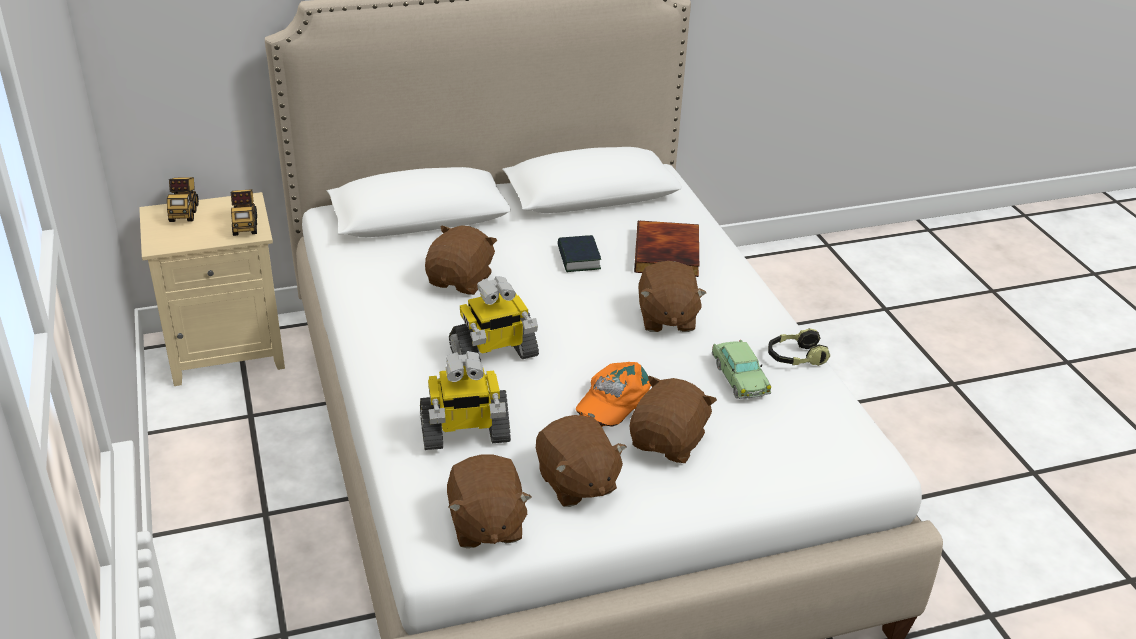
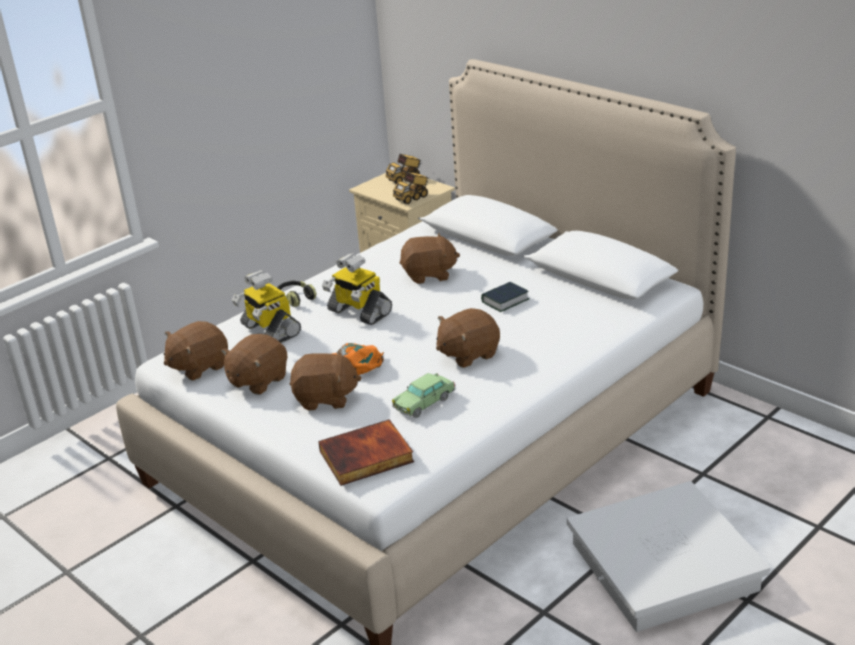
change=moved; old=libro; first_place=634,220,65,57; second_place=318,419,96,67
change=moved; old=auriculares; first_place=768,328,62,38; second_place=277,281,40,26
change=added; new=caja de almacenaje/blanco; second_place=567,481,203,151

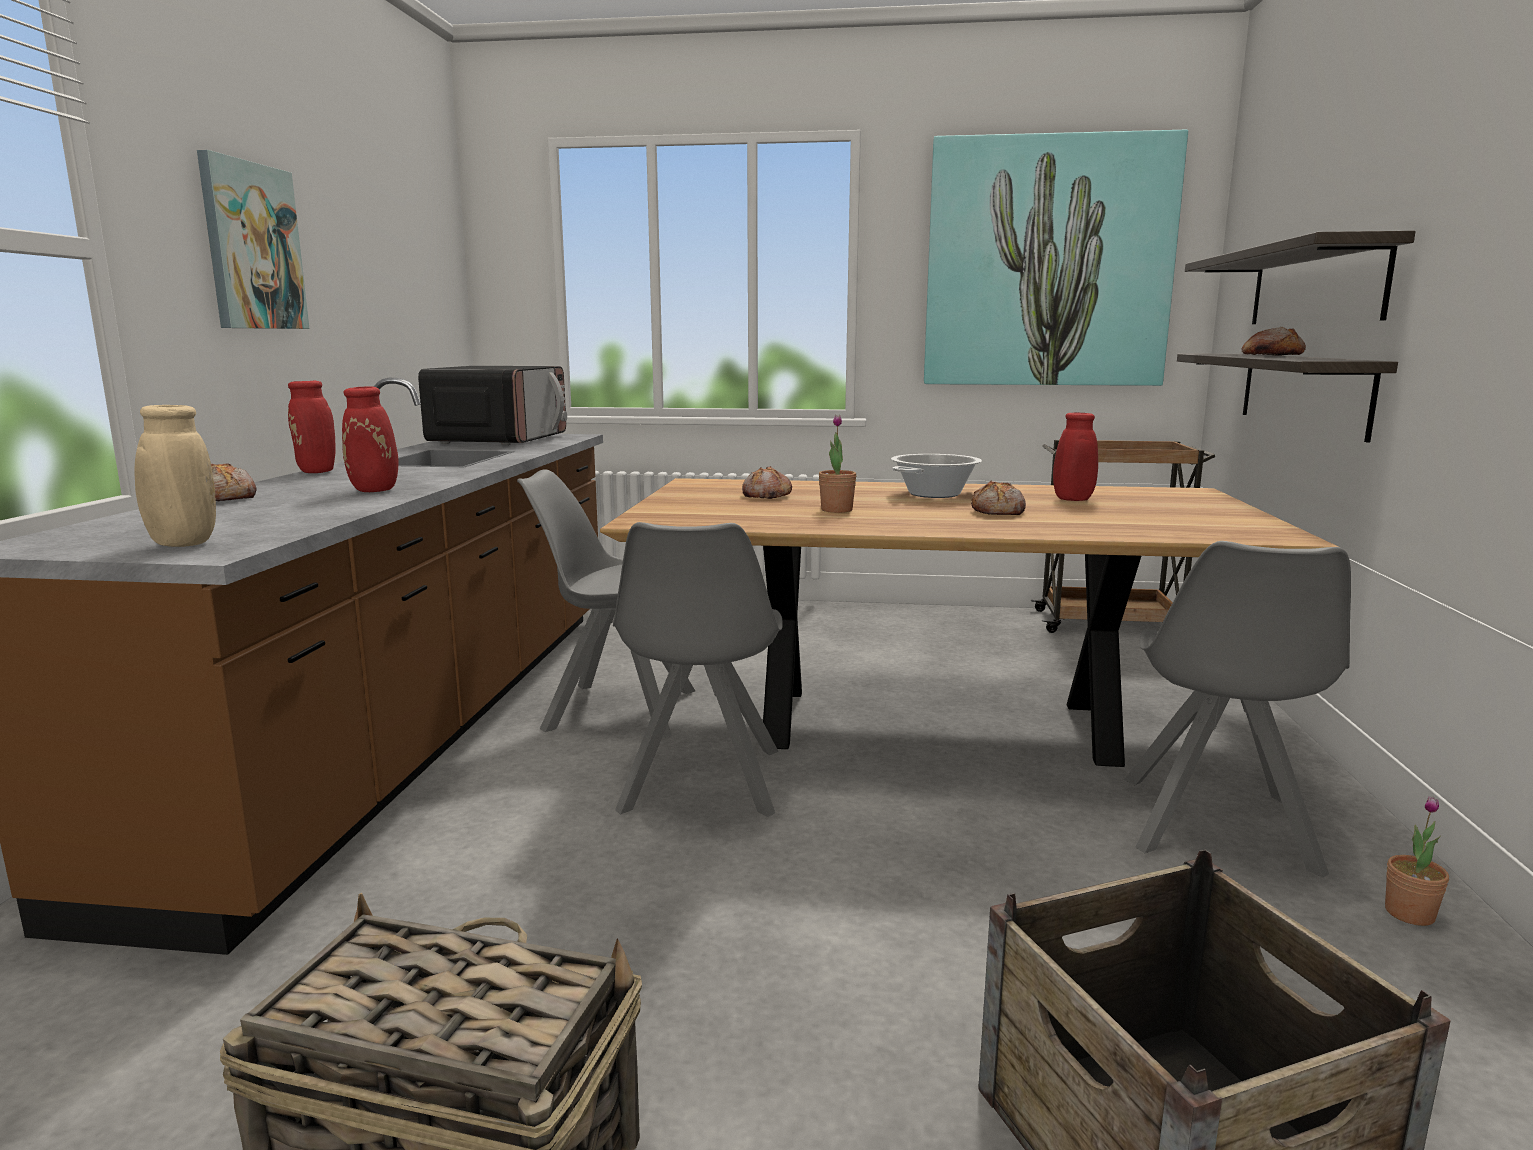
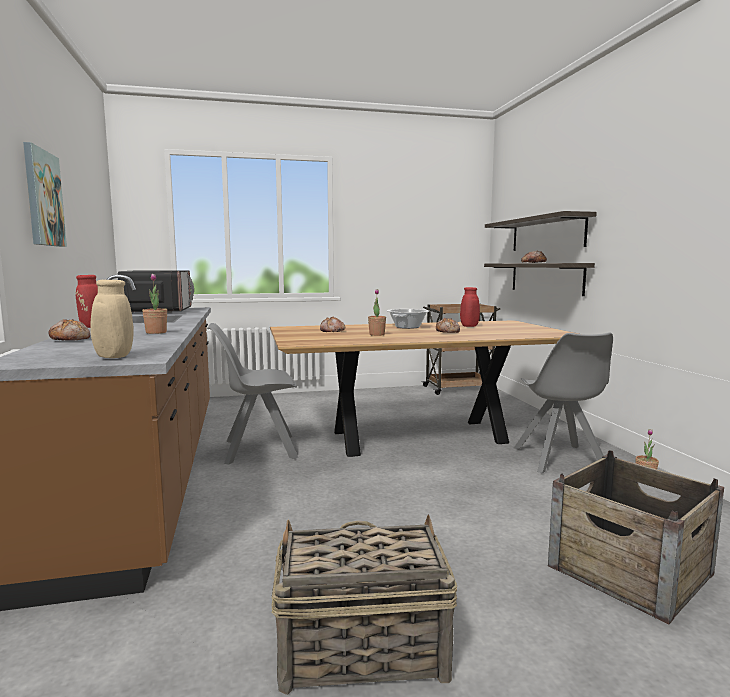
change=removed; old=cuadro; first_place=924,130,264,256
change=replaced; old=florero/rojo; new=planta en maceta; first_place=342,380,86,112; second_place=142,274,25,60
change=removed; old=silla/gris; first_place=613,522,170,295

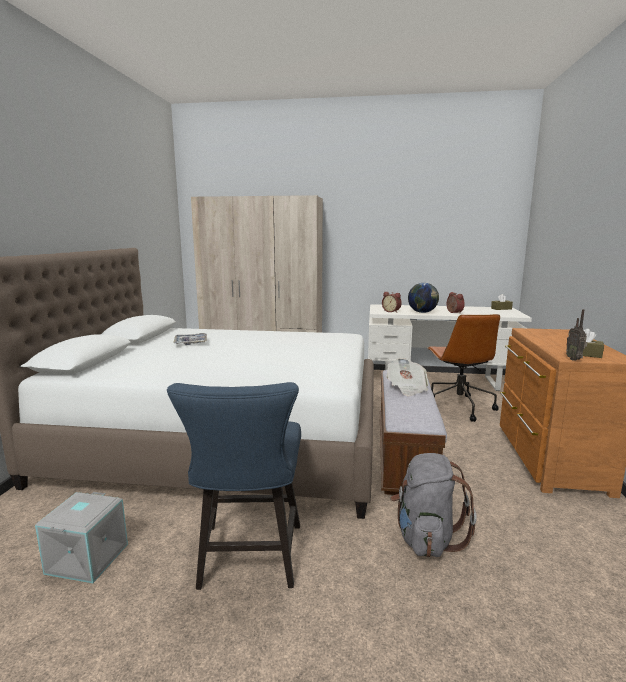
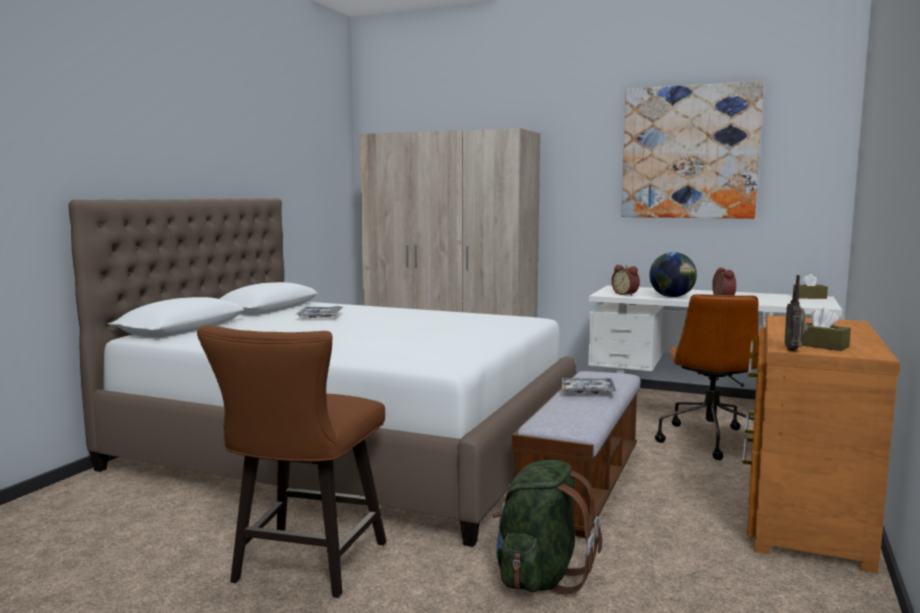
change=replaced; old=periódico; new=bandeja; first_place=386,358,42,38; second_place=562,378,54,16
change=recoloured; old=silla/azul; new=silla/marrón; first_place=167,382,134,208; second_place=197,325,189,273
change=recoloured; old=mochila/gris; new=mochila/verde; first_place=390,453,87,104; second_place=493,460,109,135
change=removed; old=caja de almacenaje/gris; first_place=35,492,93,91
change=added; new=cuadro; second_place=621,81,143,138

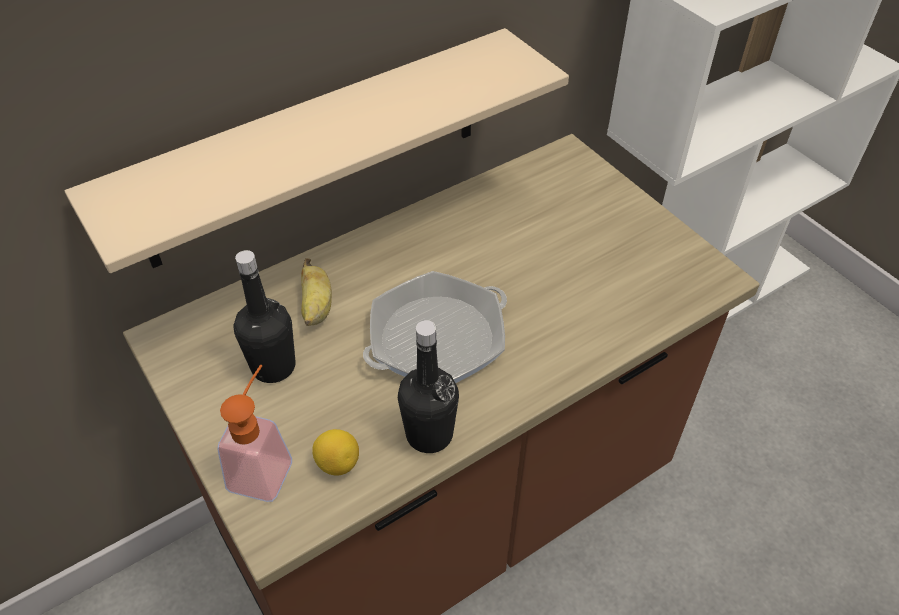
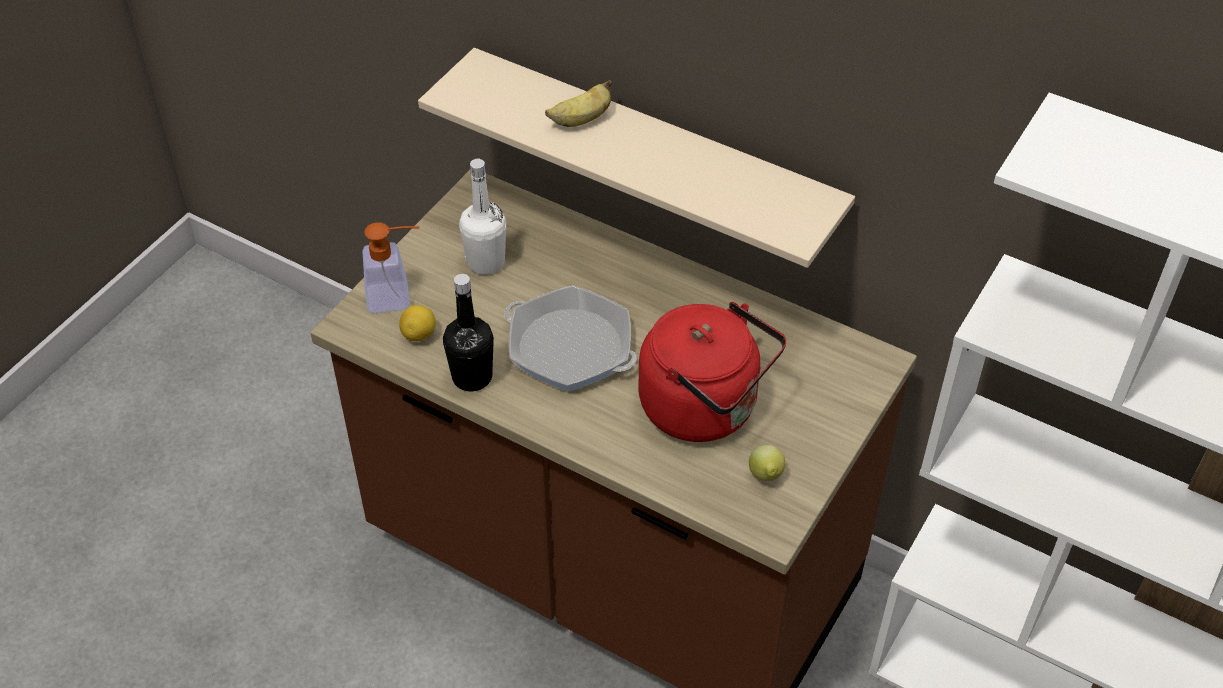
change=recoloured; old=botella/negro; new=botella/blanco; first_place=233,250,63,133; second_place=459,159,47,116
change=moved; old=plátano; first_place=301,258,31,68; second_place=545,80,67,47
change=added; new=hervidor/rojo; second_place=638,302,148,140
change=added; new=limón; second_place=749,445,36,36

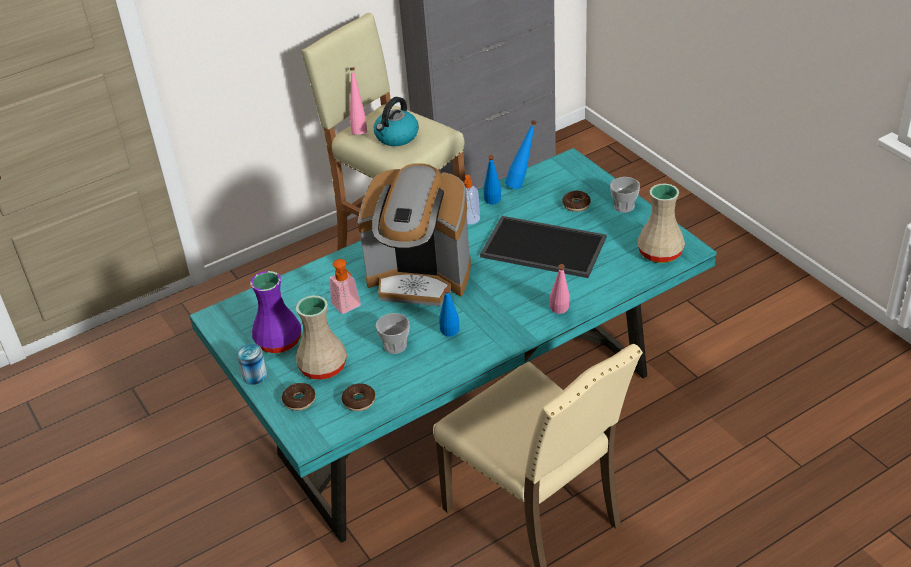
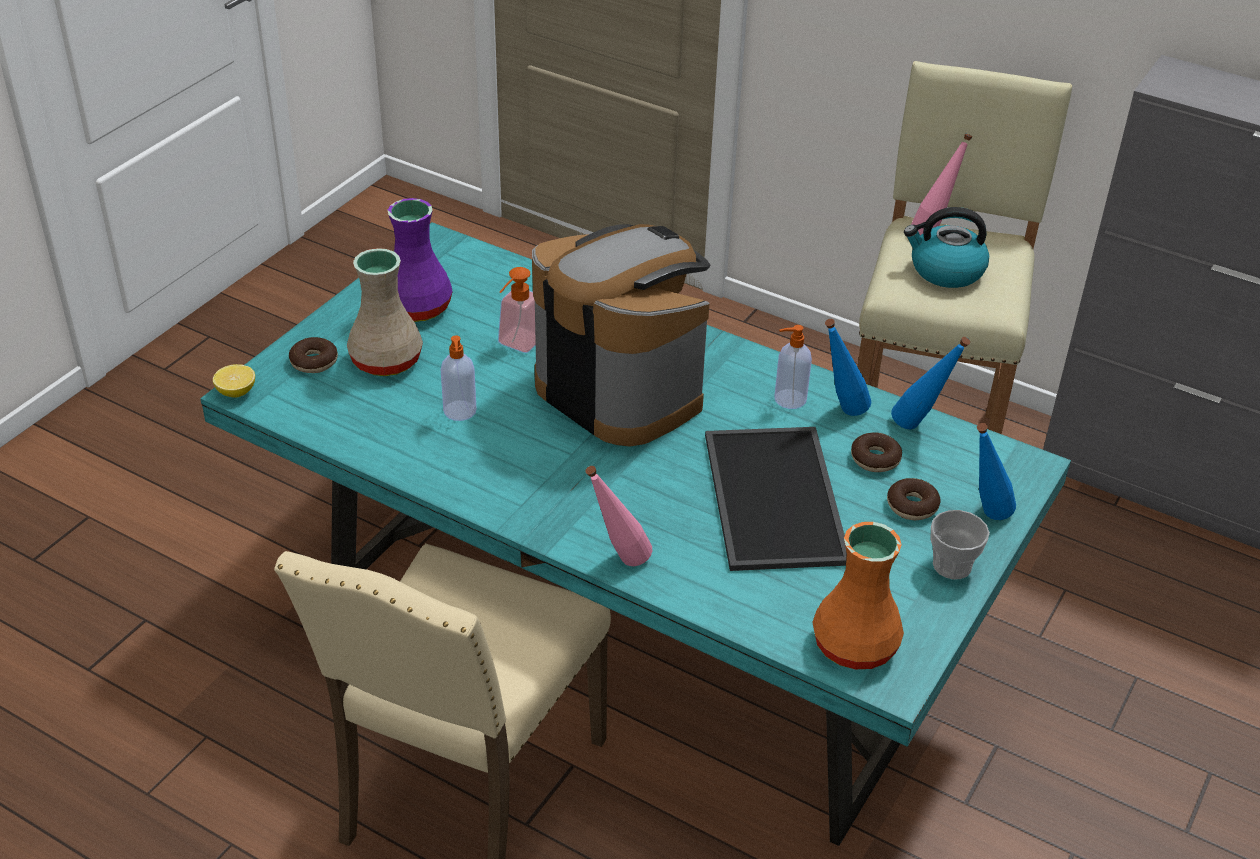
change=turned; old=cafetera; first_place=358,163,113,143; second_place=532,224,178,222; degrees=150
change=recoloured; old=florero/beis; new=florero/naranja; first_place=637,184,48,79; second_place=812,522,92,147
change=moved; old=botella/azul; first_place=439,287,20,50; second_place=977,423,39,97
change=replaced; old=taza; new=dispensador de jabón; first_place=376,313,34,41; second_place=441,335,36,86
change=removed; old=lata; first_place=237,343,30,42
change=moved; old=rosquilla; first_place=342,383,33,28; second_place=851,433,51,39
change=added; new=limón; second_place=213,364,42,34

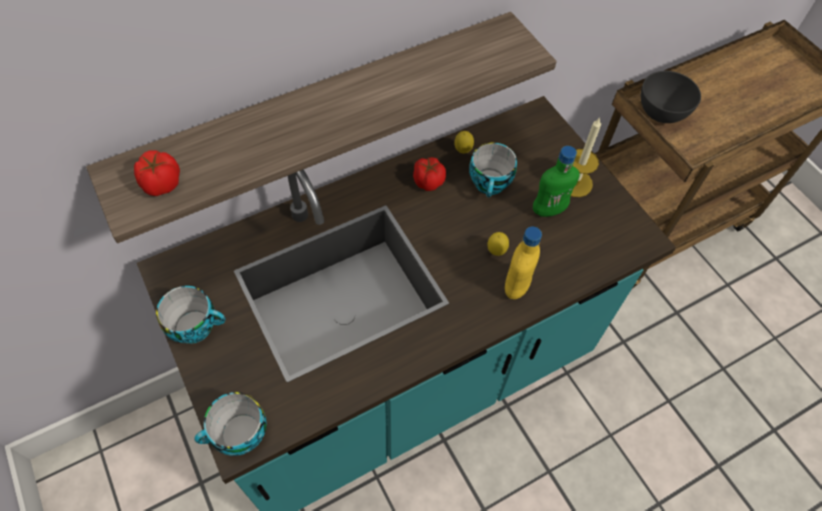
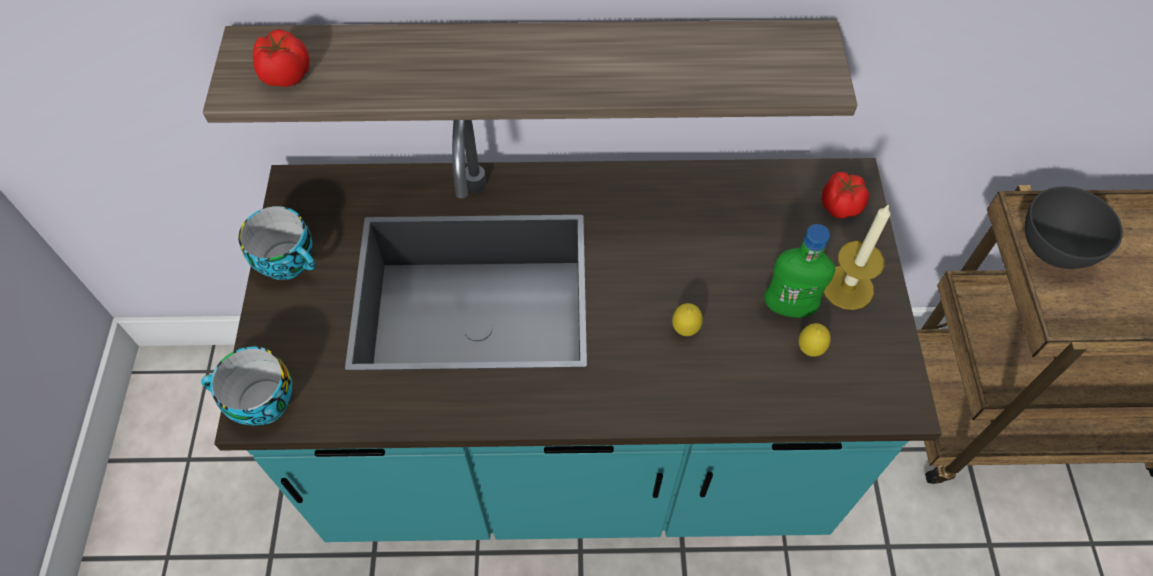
change=moved; old=limón; first_place=455,131,19,22; second_place=799,323,32,34
change=removed; old=taza; first_place=469,142,48,56
change=moved; old=tomate; first_place=413,157,33,34; second_place=822,172,47,47
change=removed; old=botella/amarillo; first_place=505,227,37,72

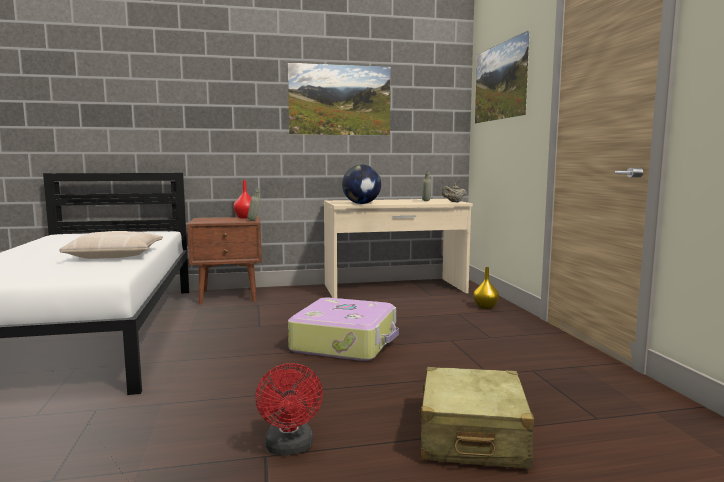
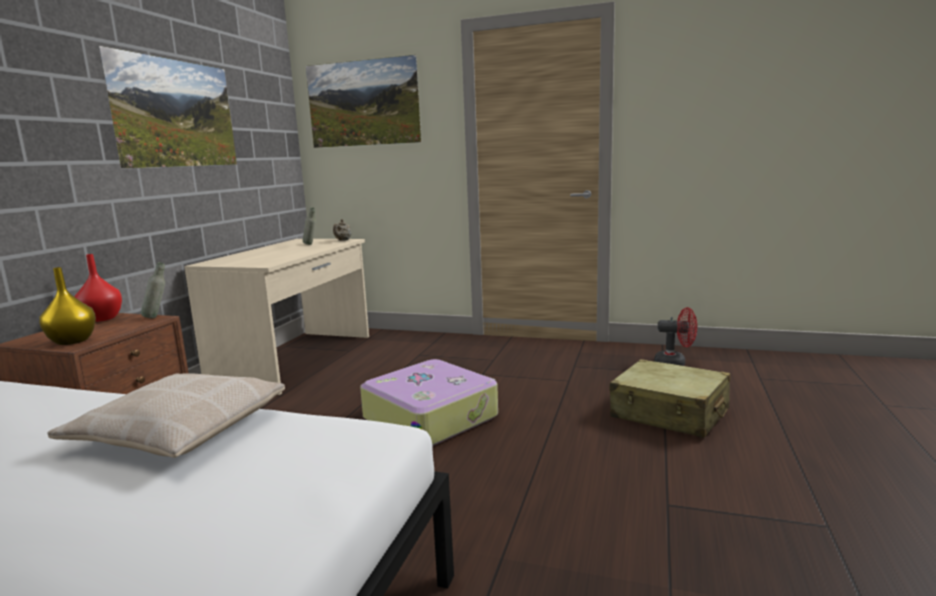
change=removed; old=globo terráqueo; first_place=342,165,39,39
change=moved; old=florero/amarillo; first_place=473,267,26,42; second_place=39,267,57,78
change=moved; old=ventilador/rojo; first_place=255,363,68,92; second_place=654,307,43,59

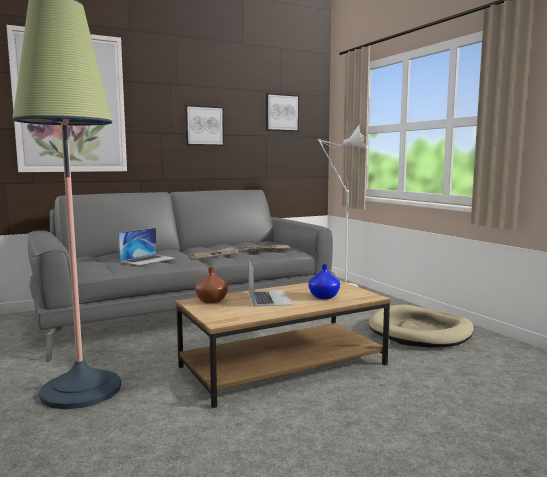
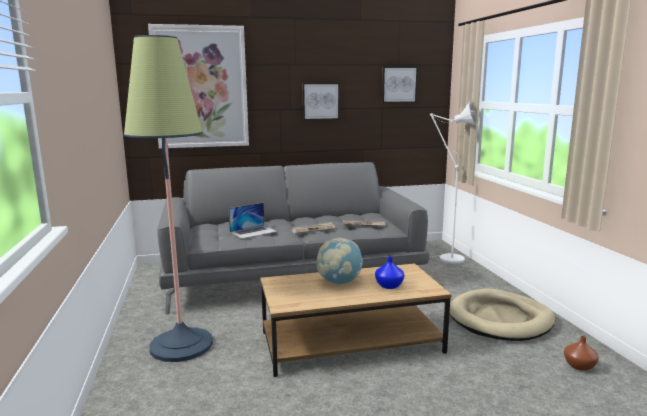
change=replaced; old=portátil; new=globo terráqueo; first_place=248,259,44,48; second_place=317,238,46,47
change=moved; old=florero/marrón; first_place=195,267,33,36; second_place=564,336,35,35

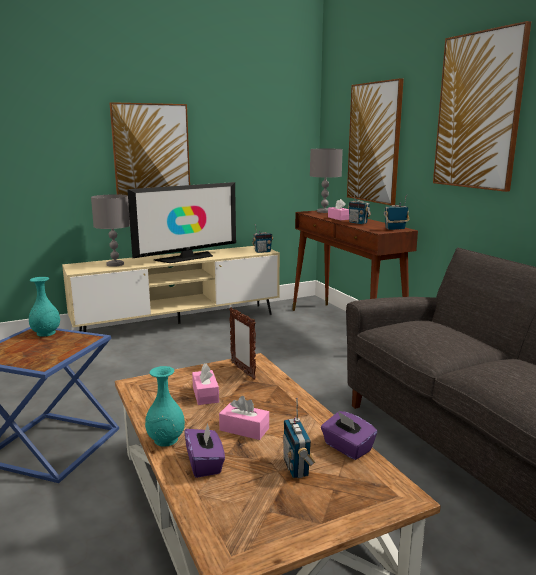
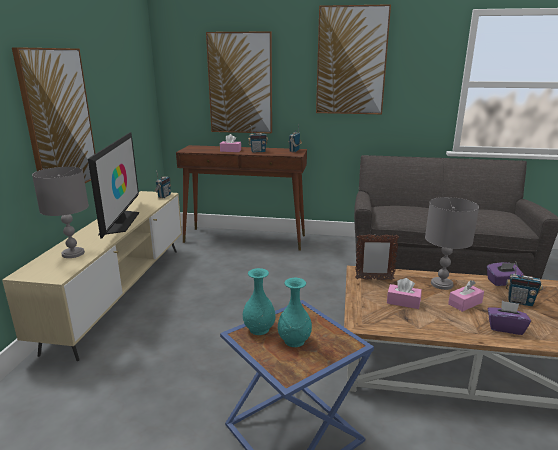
change=moved; old=lámpara de mesa/gris; first_place=310,149,33,64; second_place=425,197,54,93
change=moved; old=florero/turquesa; first_place=145,366,40,81; second_place=278,278,34,69

